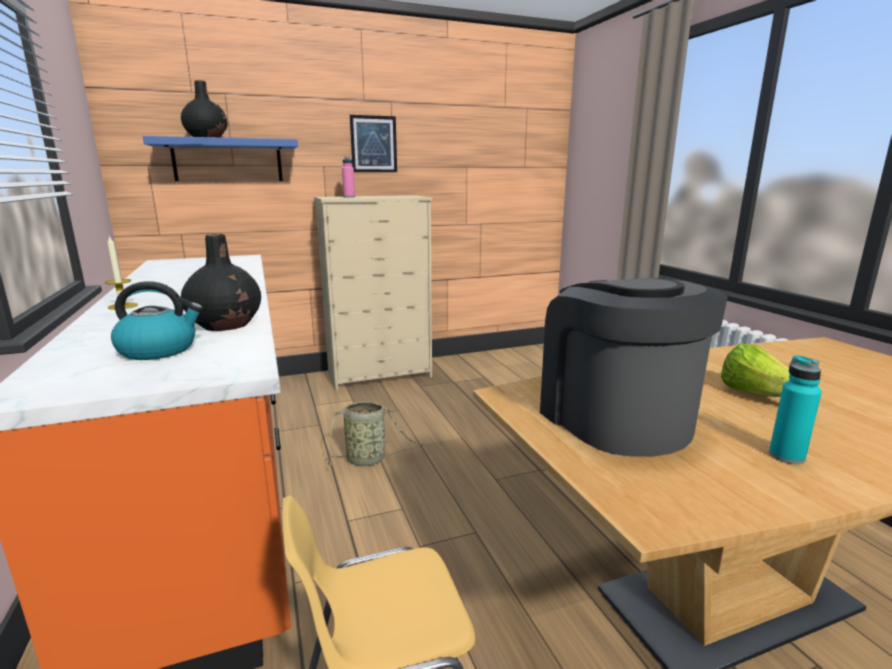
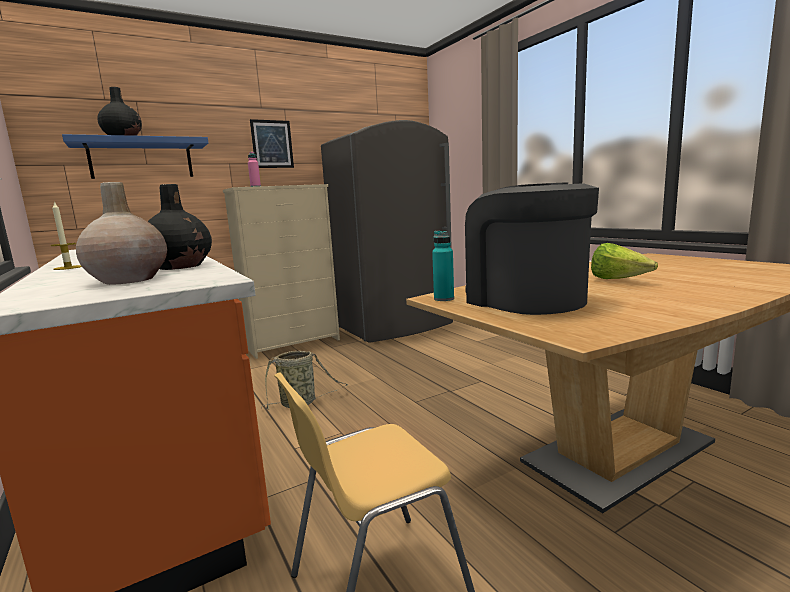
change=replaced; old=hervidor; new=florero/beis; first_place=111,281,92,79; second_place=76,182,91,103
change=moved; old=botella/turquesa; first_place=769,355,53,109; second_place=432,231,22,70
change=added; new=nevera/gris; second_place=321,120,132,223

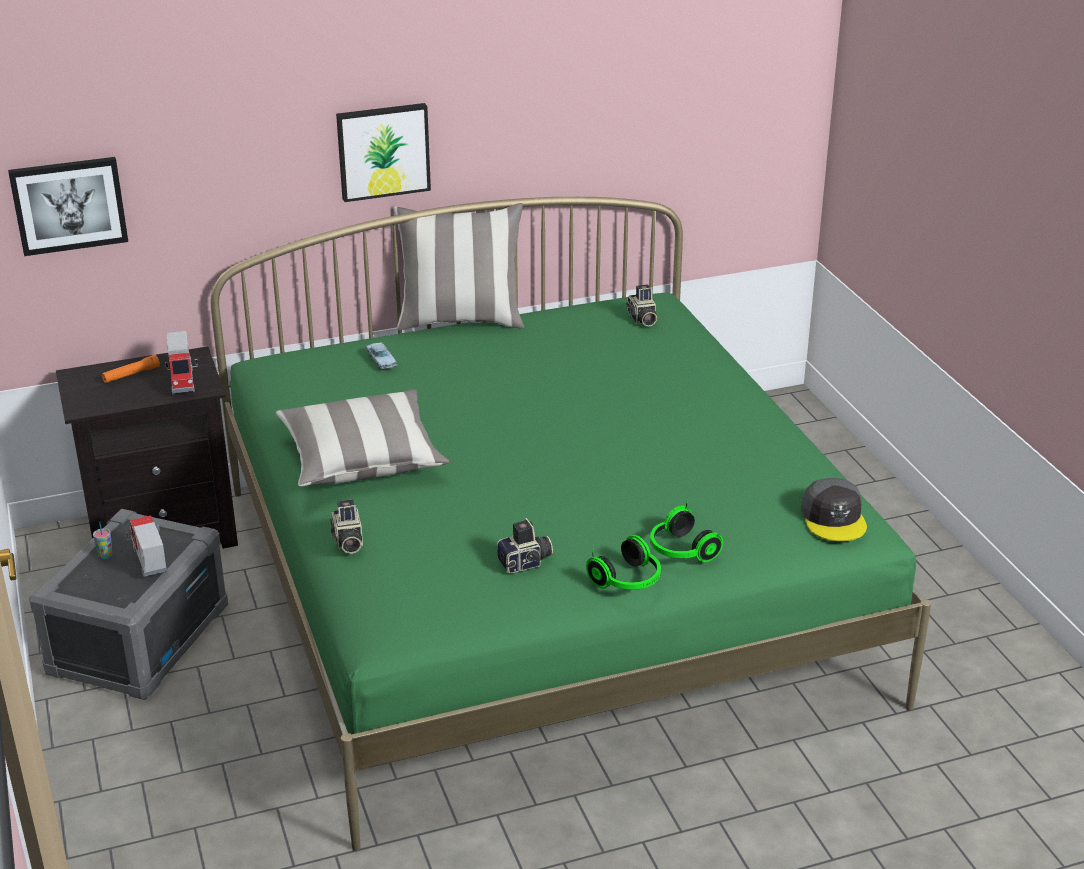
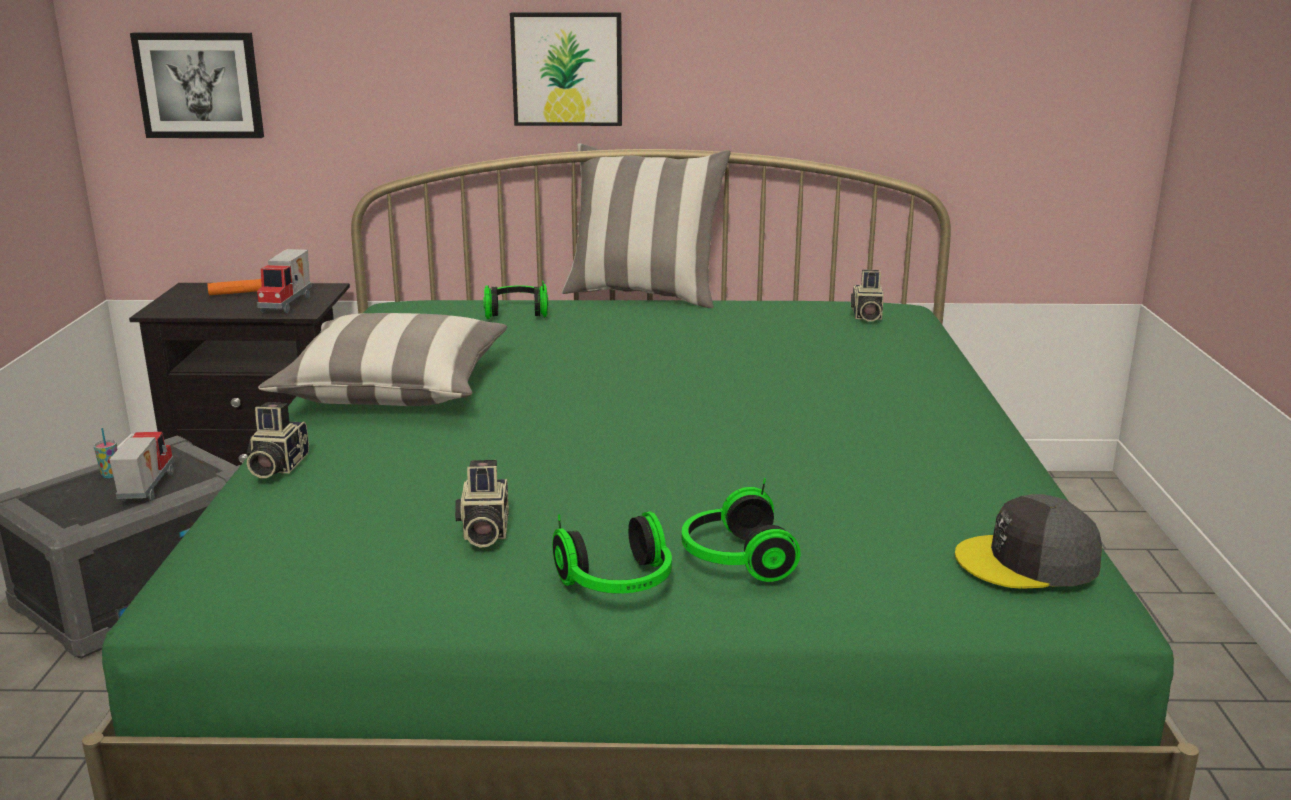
change=replaced; old=coche de juguete/azul; new=auriculares; first_place=365,342,33,28; second_place=483,281,65,38
change=turned; old=gorra/gris; first_place=801,478,66,63; second_place=955,494,147,95; degrees=75
change=turned; old=cámara; first_place=497,518,56,56; second_place=455,460,54,88; degrees=90

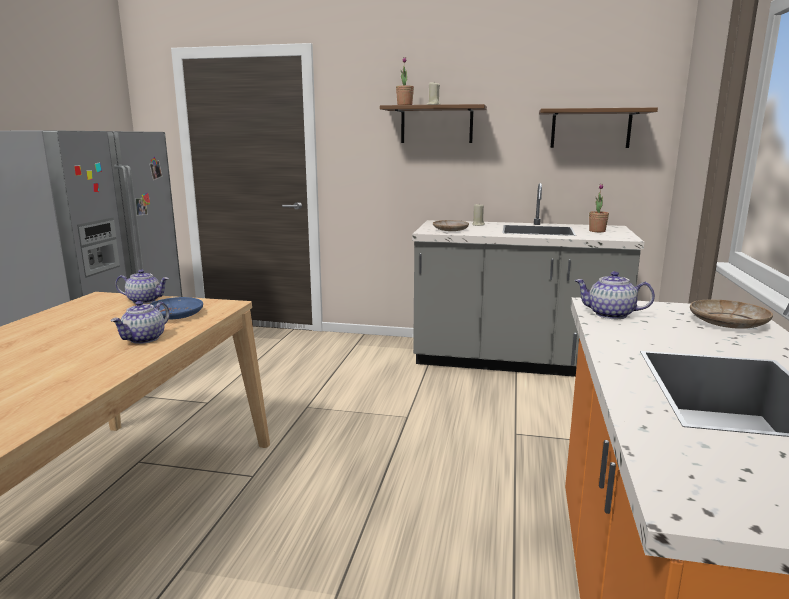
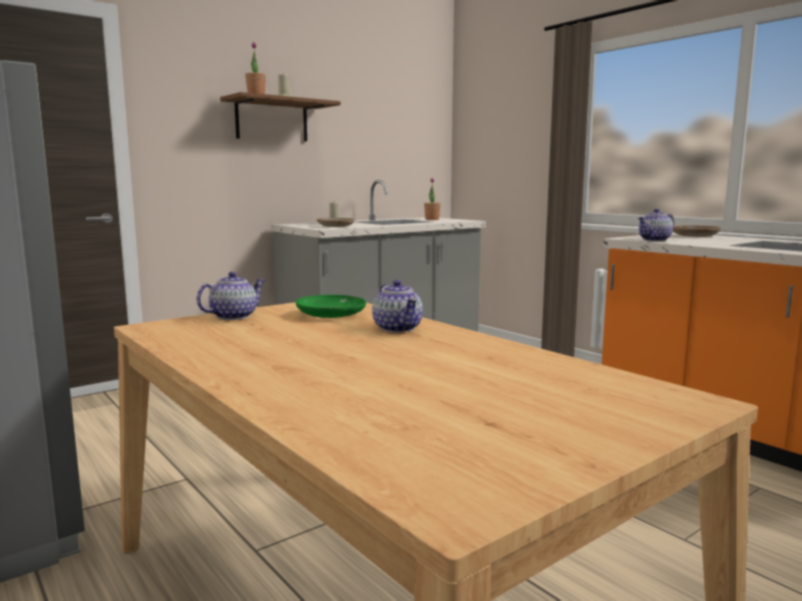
change=removed; old=estante/marrón; first_place=539,107,119,41
change=recoloured; old=plato/azul; new=plato/verde; first_place=150,297,53,22; second_place=296,295,70,23

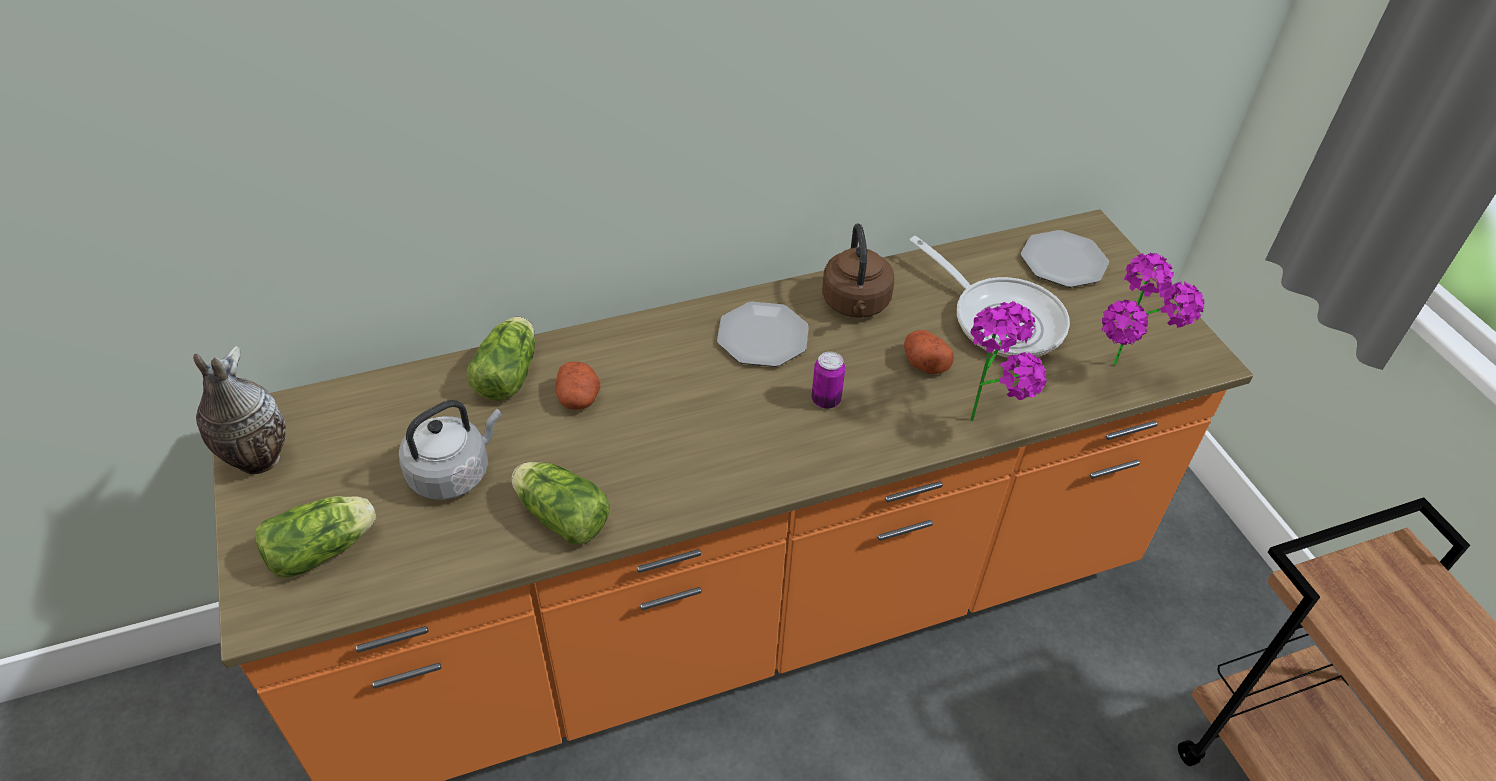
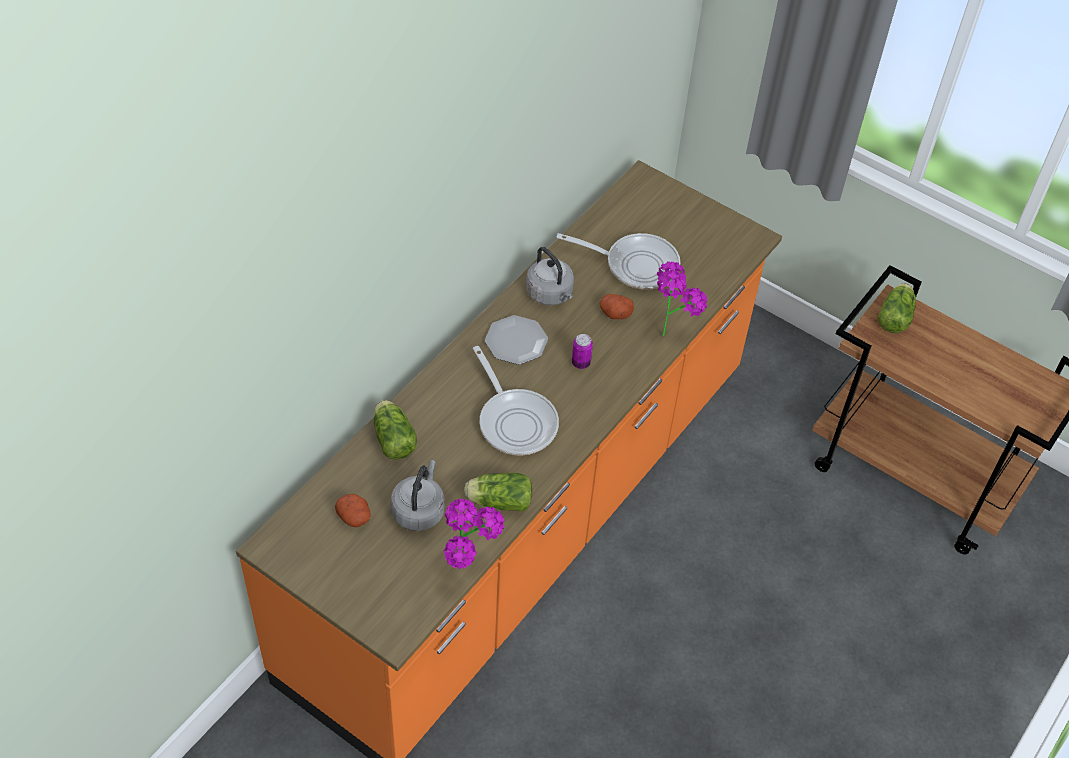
change=recoloured; old=hervidor/marrón; new=hervidor/gris; first_place=822,224,72,94; second_place=526,247,48,58
change=removed; old=plato; first_place=1021,230,88,57
change=moved; old=planta en maceta; first_place=1102,253,102,112; second_place=443,499,62,70
change=removed; old=florero; first_place=193,346,93,128
change=moved; old=patata; first_place=556,362,44,48; second_place=335,494,36,33
change=moved; old=lechuga; first_place=256,496,120,81; second_place=878,284,38,49
change=added; new=sartén; second_place=473,346,86,110

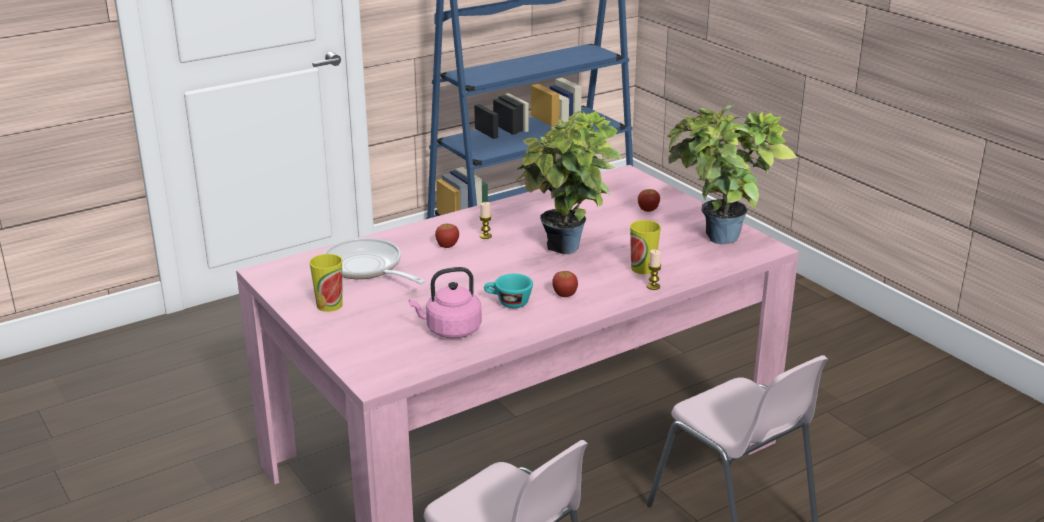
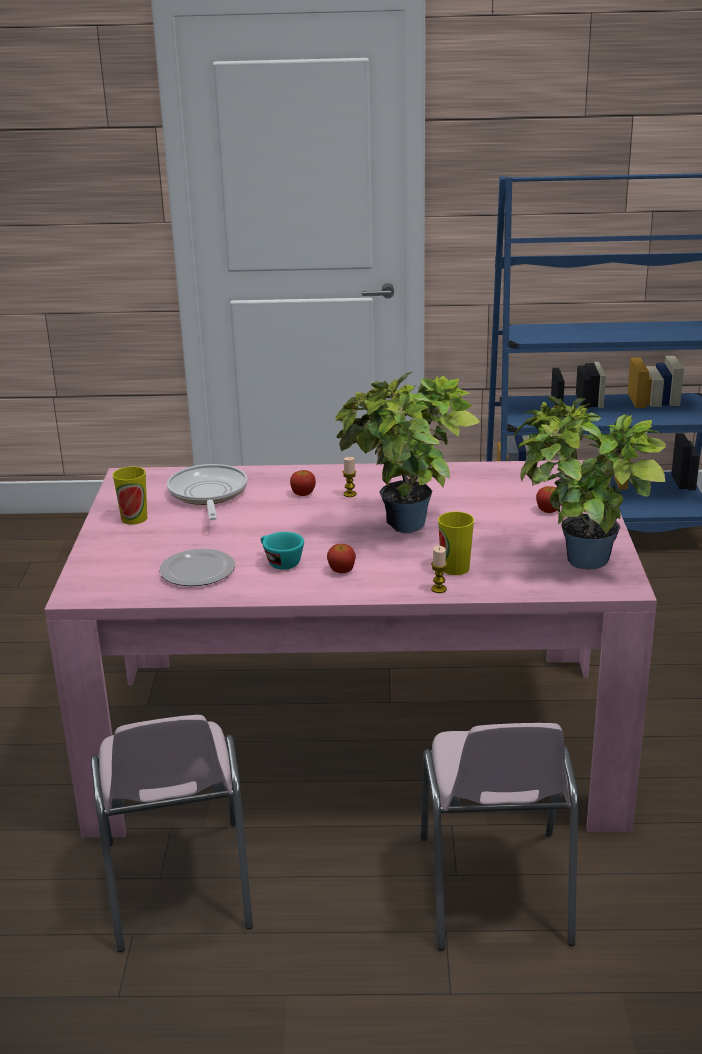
change=replaced; old=hervidor/rosa; new=plato; first_place=409,267,73,71; second_place=159,549,76,37

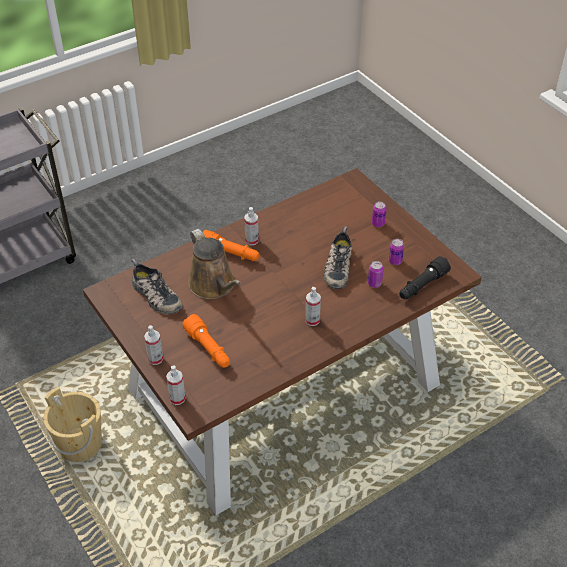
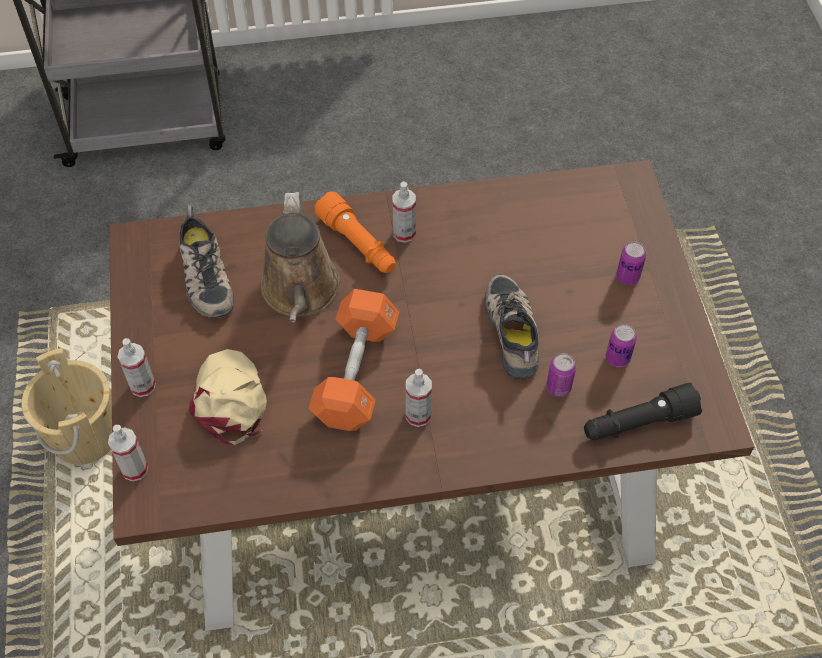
change=turned; old=zapato; first_place=324,227,28,62; second_place=485,273,54,106; degrees=135
change=replaced; old=linterna/naranja; new=gorra/beis; first_place=183,314,47,54; second_place=189,349,78,96
change=added; new=mancuerna/naranja; second_place=308,289,91,142

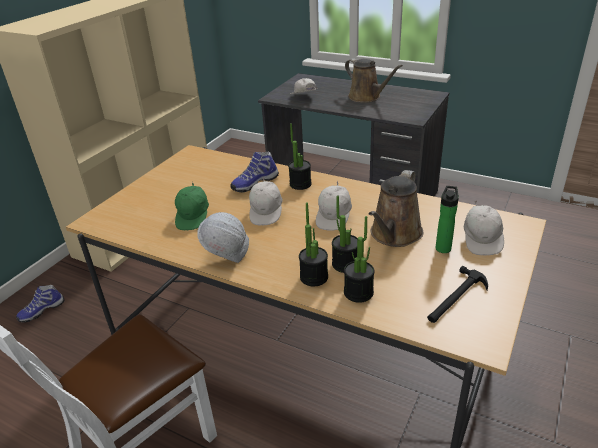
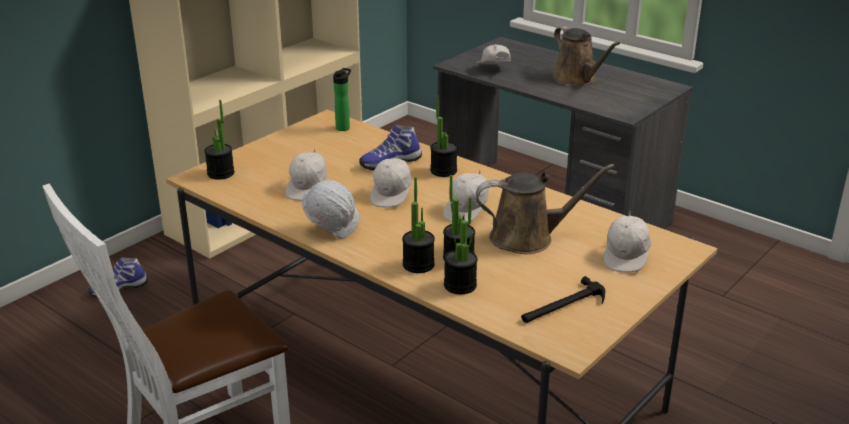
change=turned; old=regadera/marrón; first_place=369,170,54,77; second_place=476,164,139,90; degrees=-135
change=recoloured; old=gorra/verde; new=gorra/blanco; first_place=175,183,34,47; second_place=285,148,42,53
change=moved; old=botella; first_place=435,186,24,67; second_place=333,68,18,63
change=added; new=planta en maceta; second_place=204,100,31,80

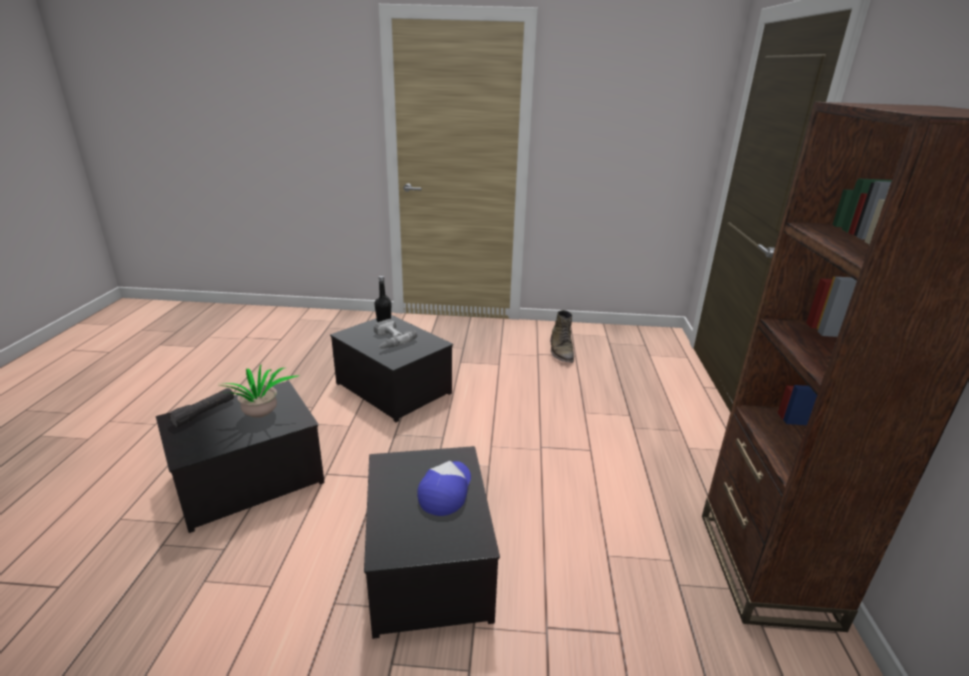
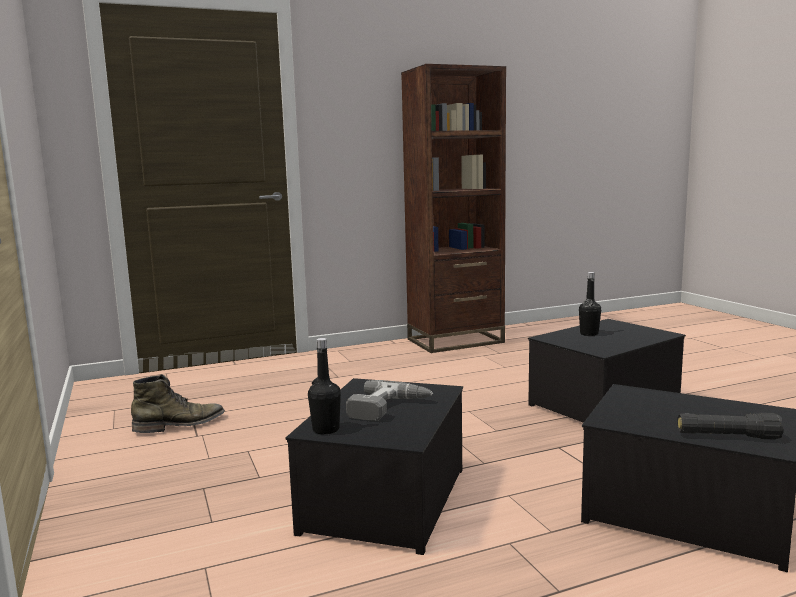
change=removed; old=planta en maceta; first_place=216,365,84,53
change=replaced; old=gorra; new=botella/negro; first_place=417,461,54,55; second_place=579,272,22,64

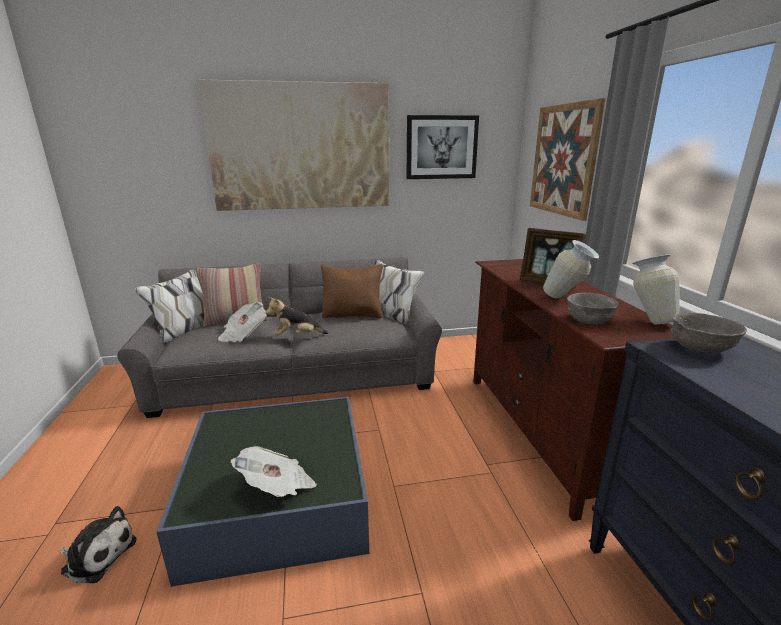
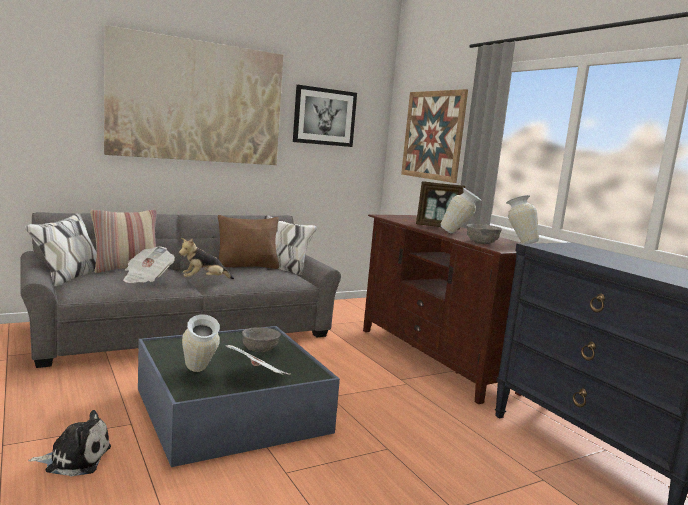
change=moved; old=cuenco/gris; first_place=671,313,76,40; second_place=242,327,39,25
change=added; new=florero; second_place=182,314,38,58

